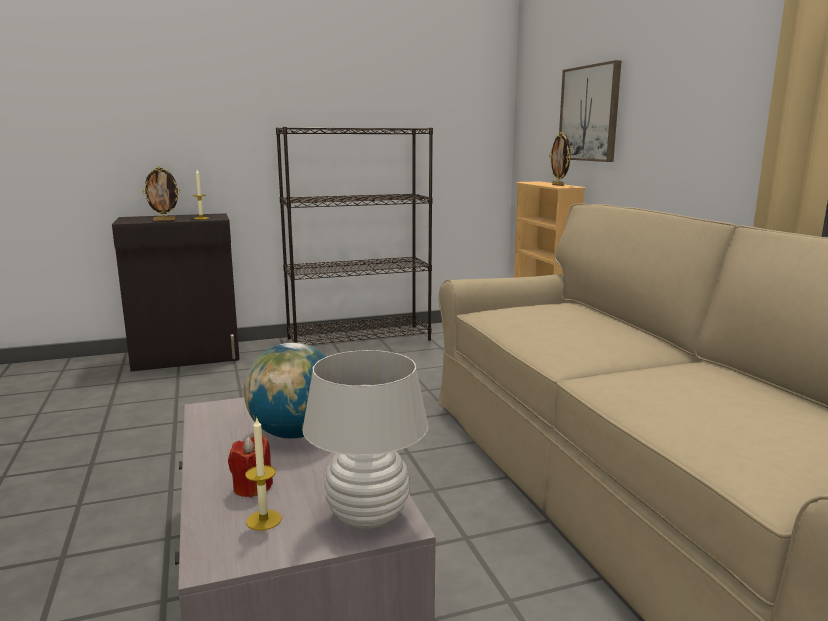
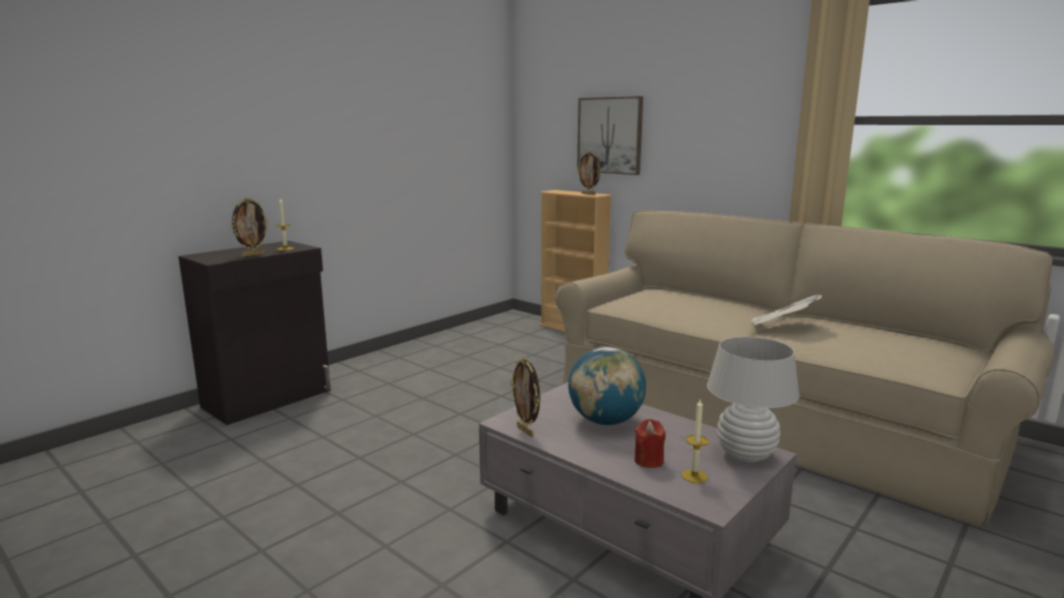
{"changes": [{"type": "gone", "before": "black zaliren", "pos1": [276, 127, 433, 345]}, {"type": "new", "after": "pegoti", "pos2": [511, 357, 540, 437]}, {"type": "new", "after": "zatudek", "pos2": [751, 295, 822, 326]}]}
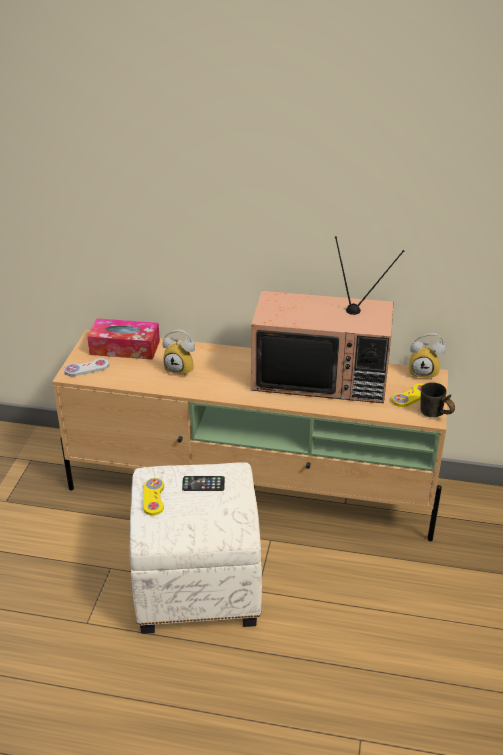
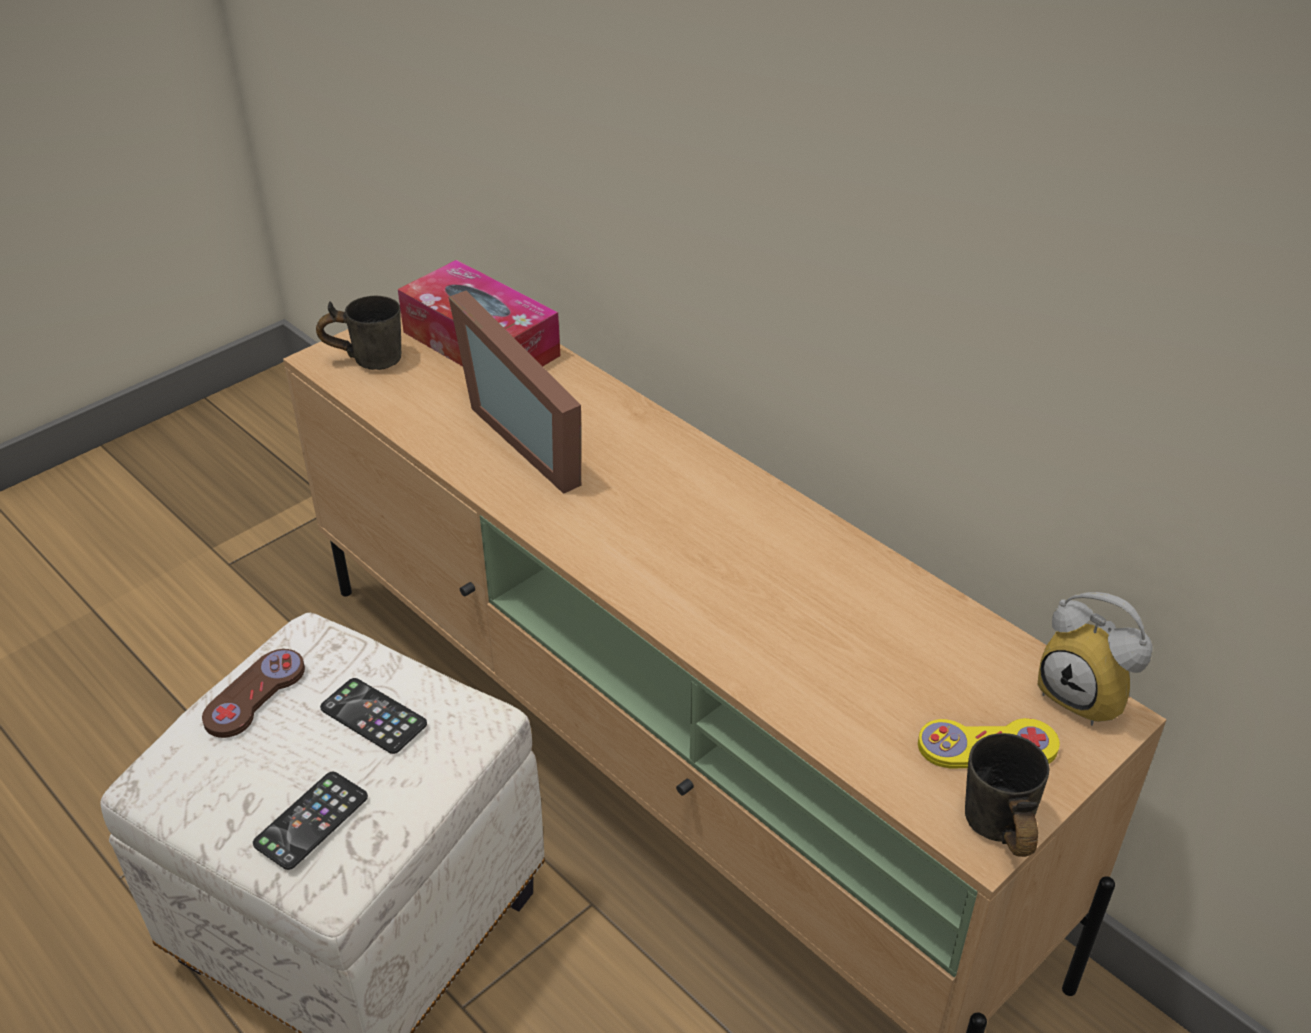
{"changes": [{"type": "gone", "before": "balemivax", "pos1": [251, 236, 404, 403]}, {"type": "new", "after": "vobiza", "pos2": [253, 772, 368, 870]}, {"type": "swapped", "before": "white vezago", "after": "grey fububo", "pos1": [64, 358, 109, 376], "pos2": [316, 296, 401, 370]}, {"type": "swapped", "before": "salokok", "after": "pegoti", "pos1": [162, 330, 195, 377], "pos2": [449, 290, 581, 494]}, {"type": "repainted", "before": "yellow vezago", "after": "brown vezago", "pos1": [143, 478, 164, 516], "pos2": [202, 649, 305, 738]}]}
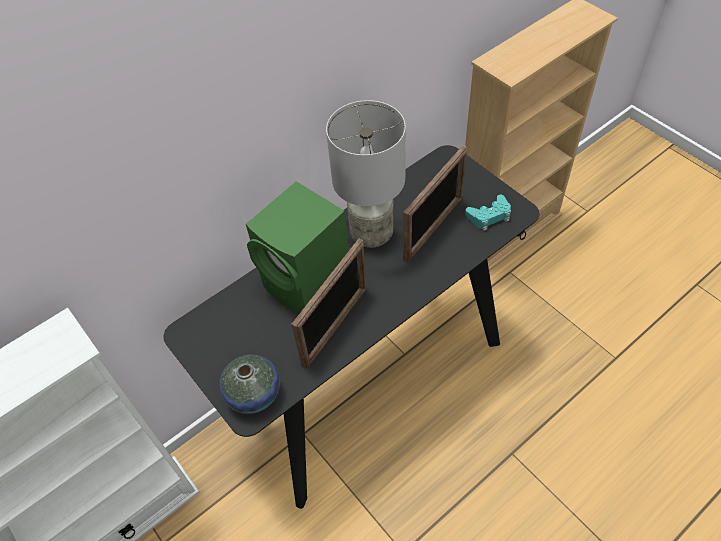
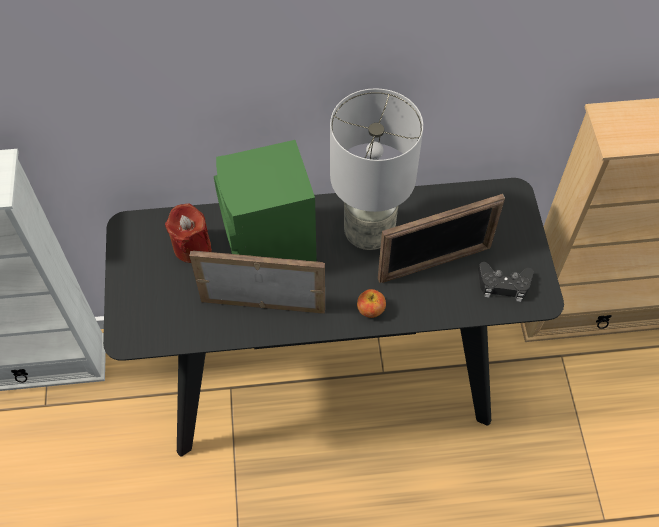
{"changes": [{"type": "gone", "before": "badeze", "pos1": [219, 355, 280, 414]}, {"type": "new", "after": "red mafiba", "pos2": [165, 203, 212, 263]}, {"type": "new", "after": "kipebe", "pos2": [357, 289, 386, 318]}, {"type": "repainted", "before": "turquoise vezago", "after": "black vezago", "pos1": [465, 195, 511, 231], "pos2": [478, 262, 534, 302]}, {"type": "rotated", "before": "pegoti", "pos1": [291, 238, 367, 369], "pos2": [190, 251, 325, 314], "turn": -150}]}
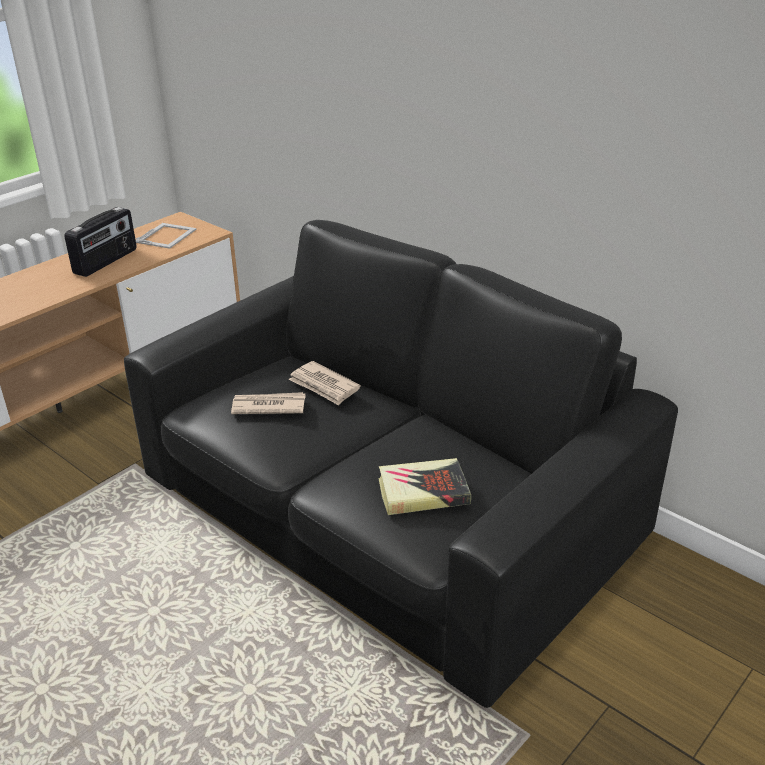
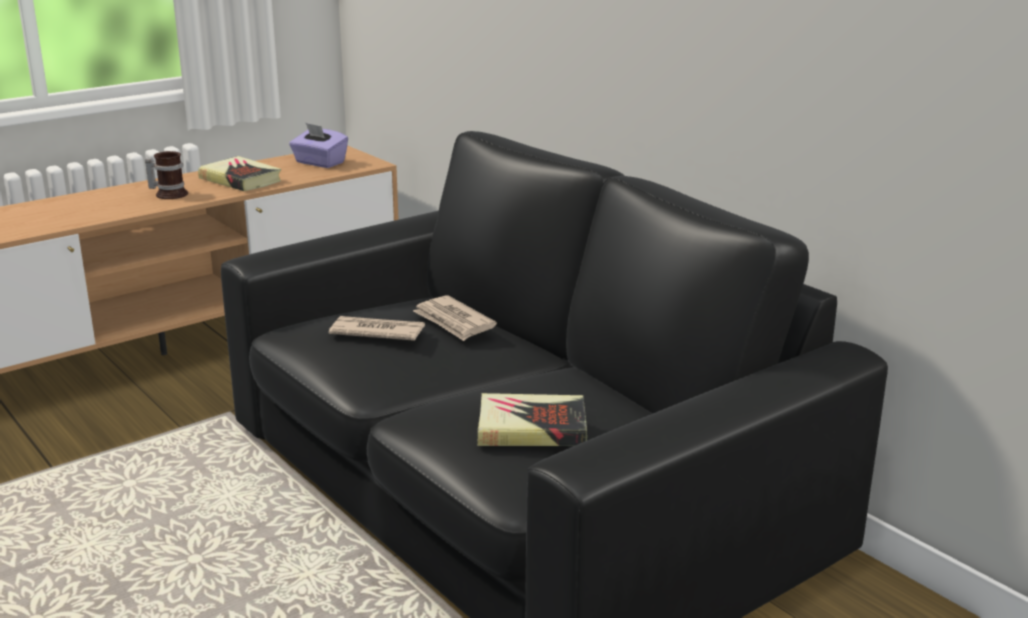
{"changes": [{"type": "new", "after": "fububo", "pos2": [145, 151, 188, 199]}, {"type": "swapped", "before": "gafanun", "after": "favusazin", "pos1": [64, 207, 136, 277], "pos2": [198, 156, 281, 191]}, {"type": "swapped", "before": "pegoti", "after": "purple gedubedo", "pos1": [135, 223, 196, 249], "pos2": [289, 123, 348, 168]}]}
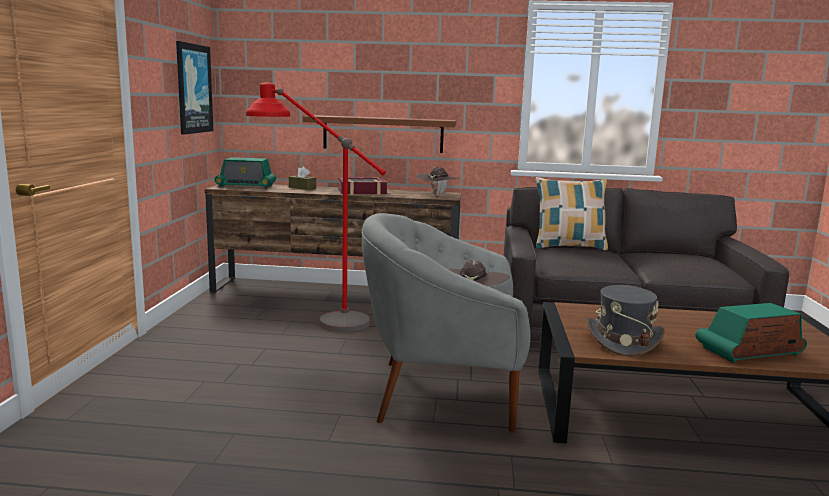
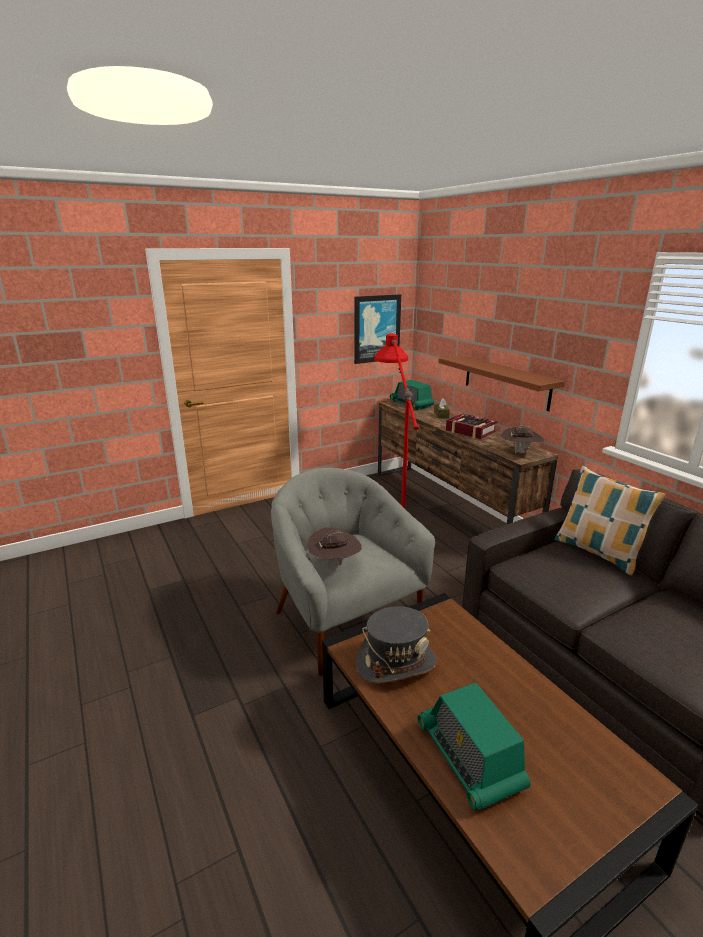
{"changes": [{"type": "rotated", "before": "gafanun", "pos1": [695, 303, 807, 363], "pos2": [417, 682, 530, 810], "turn": -150}]}
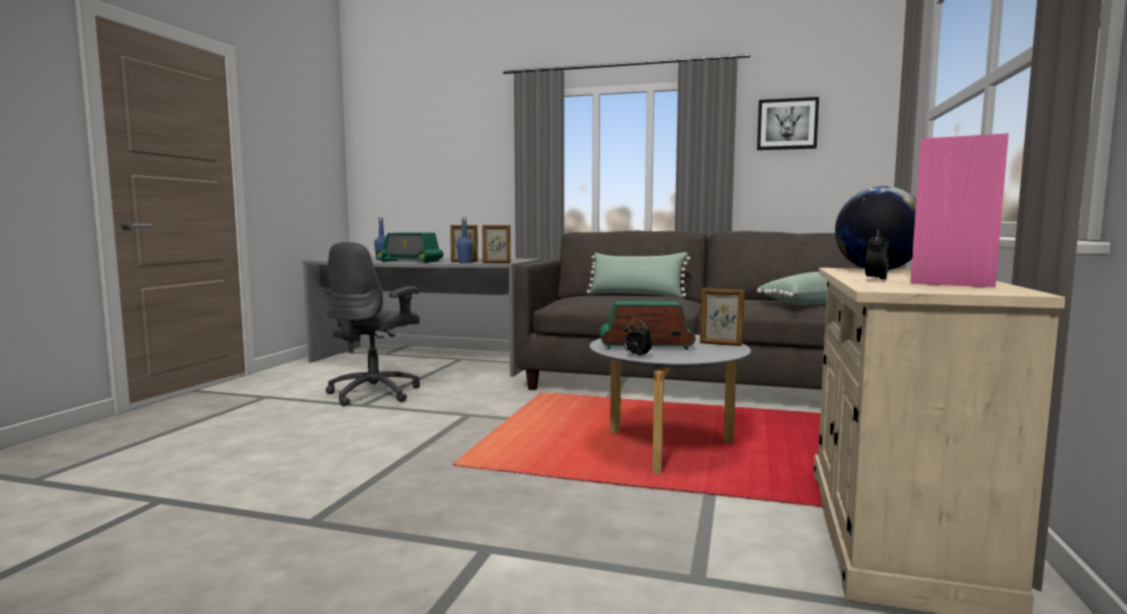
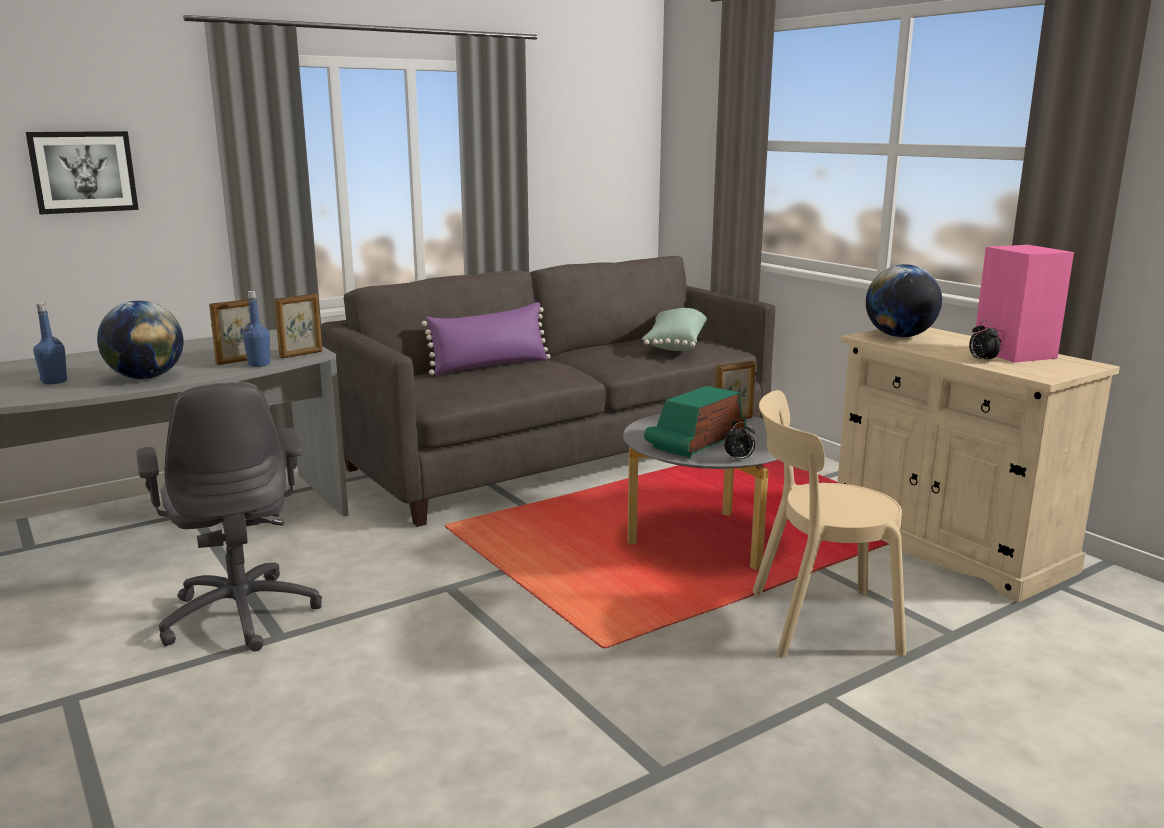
{"changes": [{"type": "new", "after": "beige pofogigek", "pos2": [752, 390, 906, 658]}, {"type": "shifted", "before": "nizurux", "pos1": [757, 97, 819, 150], "pos2": [26, 131, 139, 214]}, {"type": "swapped", "before": "gafanun", "after": "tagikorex", "pos1": [376, 232, 443, 263], "pos2": [97, 301, 184, 379]}, {"type": "repainted", "before": "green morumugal", "after": "purple morumugal", "pos1": [587, 252, 691, 298], "pos2": [422, 302, 550, 375]}]}
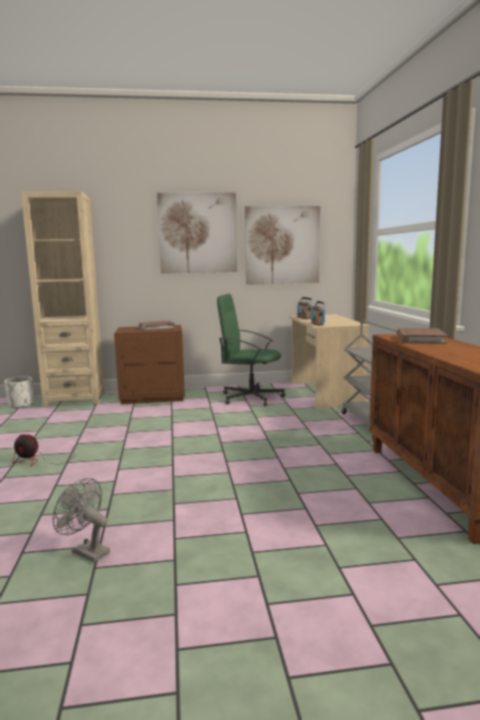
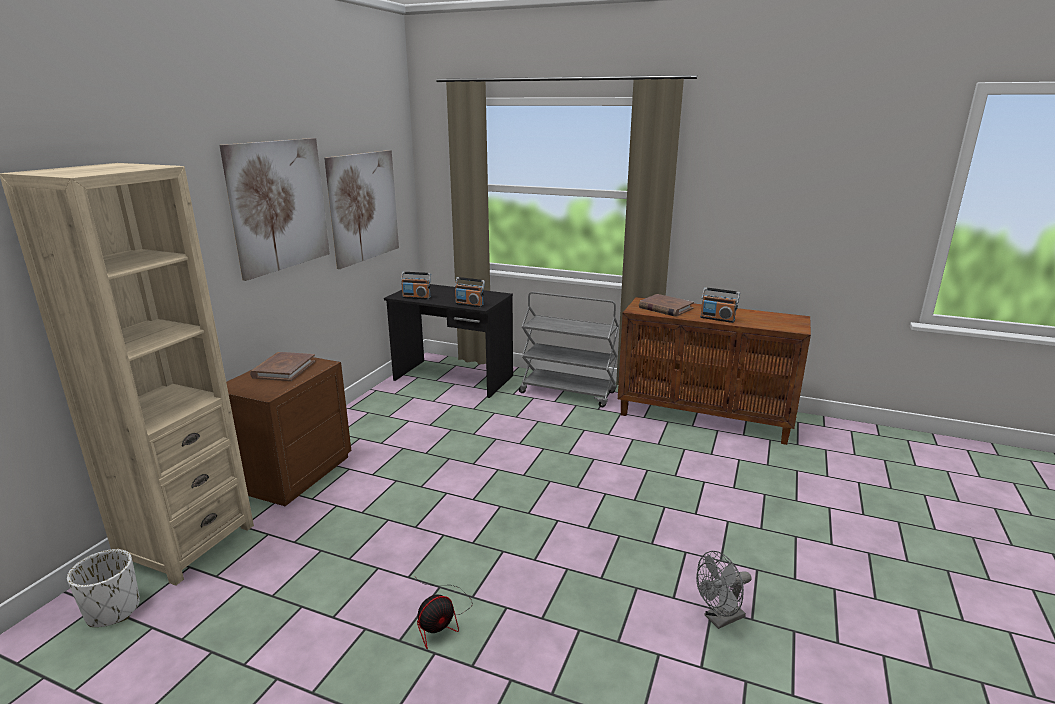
{"changes": [{"type": "gone", "before": "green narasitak", "pos1": [217, 294, 285, 406]}, {"type": "new", "after": "gafanun", "pos2": [700, 287, 740, 323]}, {"type": "repainted", "before": "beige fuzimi", "after": "black fuzimi", "pos1": [289, 314, 369, 408], "pos2": [384, 284, 513, 398]}]}
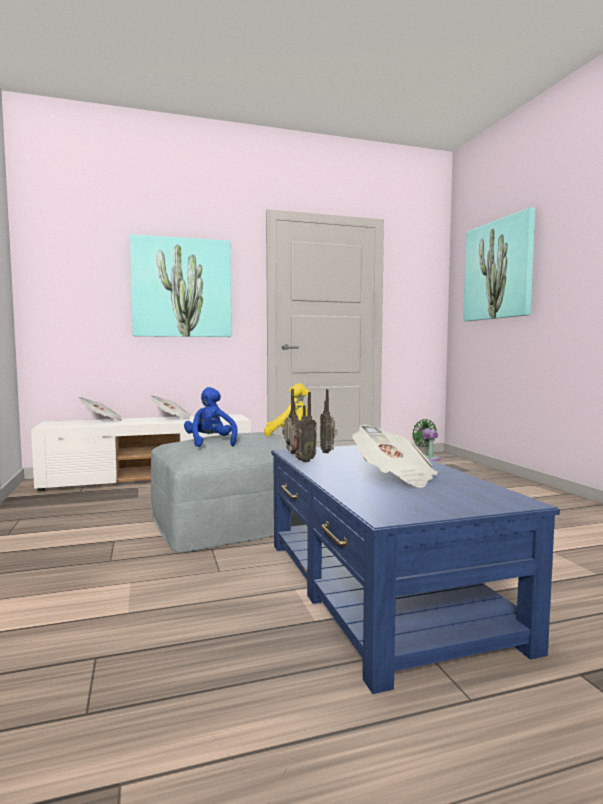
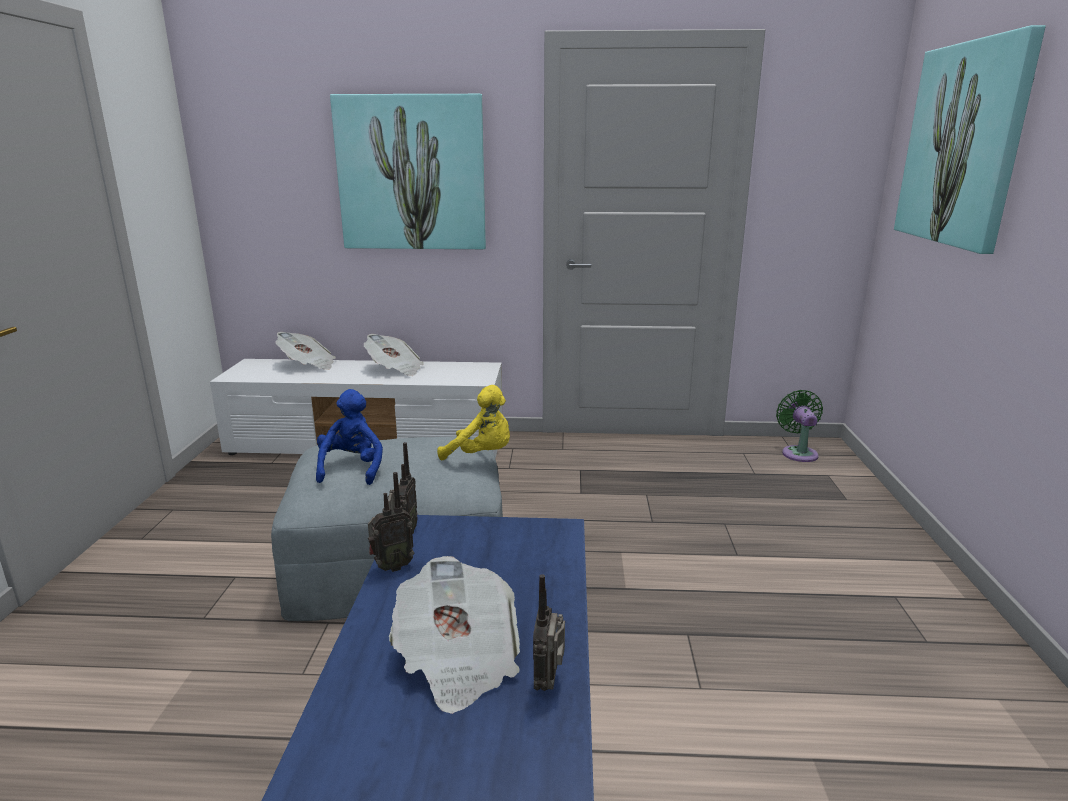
{"changes": [{"type": "shifted", "before": "gafanun", "pos1": [320, 389, 337, 453], "pos2": [533, 574, 565, 691]}]}
